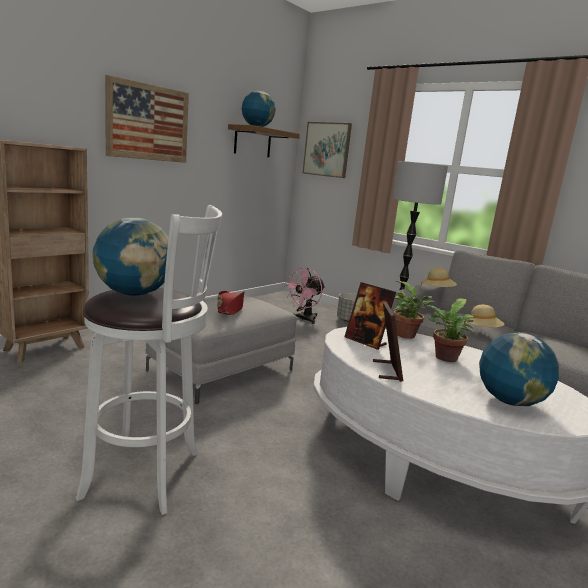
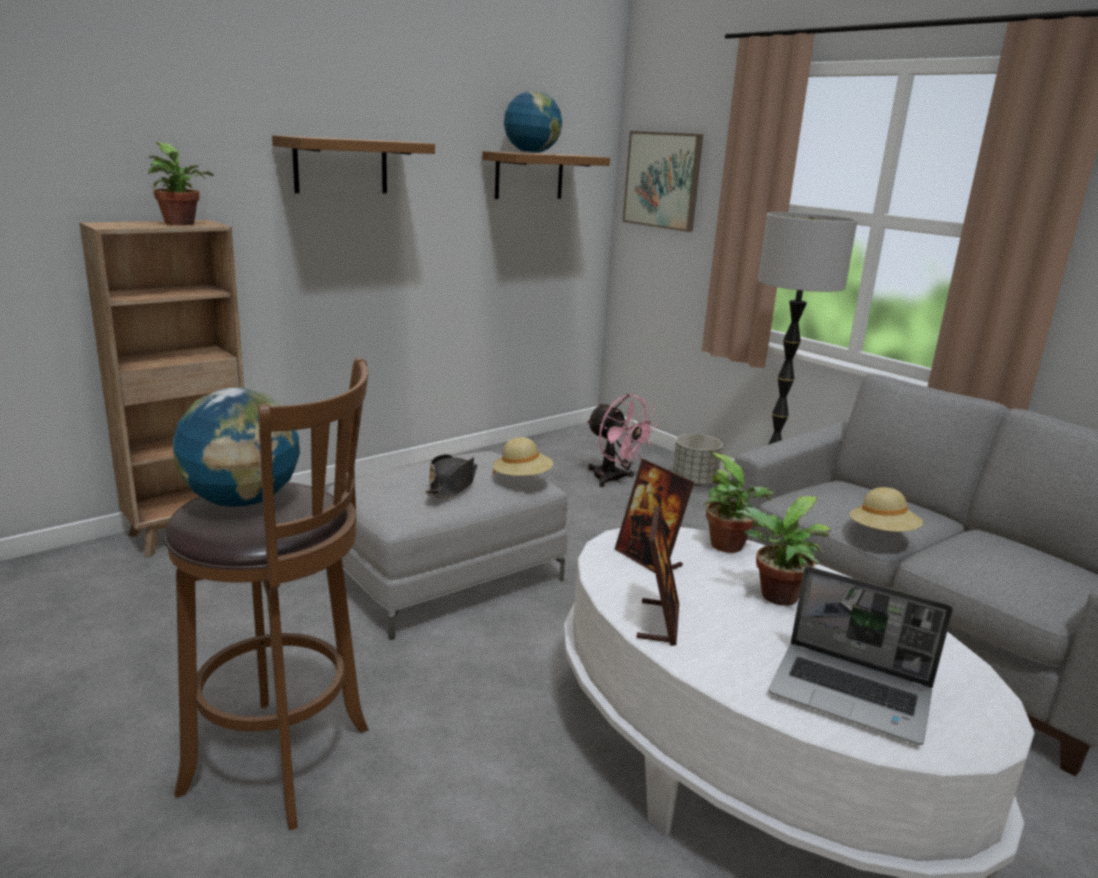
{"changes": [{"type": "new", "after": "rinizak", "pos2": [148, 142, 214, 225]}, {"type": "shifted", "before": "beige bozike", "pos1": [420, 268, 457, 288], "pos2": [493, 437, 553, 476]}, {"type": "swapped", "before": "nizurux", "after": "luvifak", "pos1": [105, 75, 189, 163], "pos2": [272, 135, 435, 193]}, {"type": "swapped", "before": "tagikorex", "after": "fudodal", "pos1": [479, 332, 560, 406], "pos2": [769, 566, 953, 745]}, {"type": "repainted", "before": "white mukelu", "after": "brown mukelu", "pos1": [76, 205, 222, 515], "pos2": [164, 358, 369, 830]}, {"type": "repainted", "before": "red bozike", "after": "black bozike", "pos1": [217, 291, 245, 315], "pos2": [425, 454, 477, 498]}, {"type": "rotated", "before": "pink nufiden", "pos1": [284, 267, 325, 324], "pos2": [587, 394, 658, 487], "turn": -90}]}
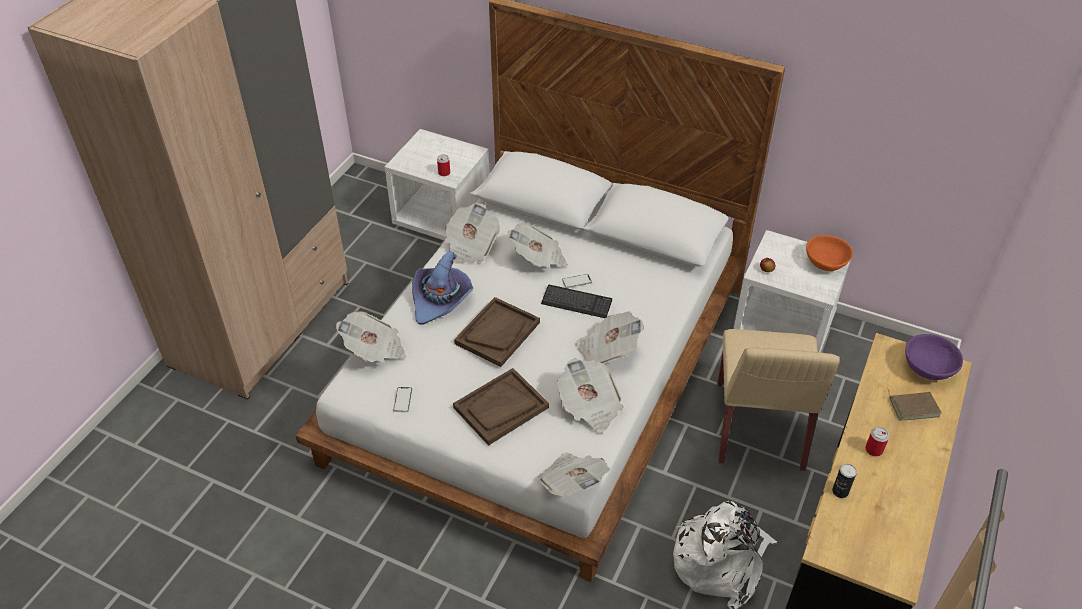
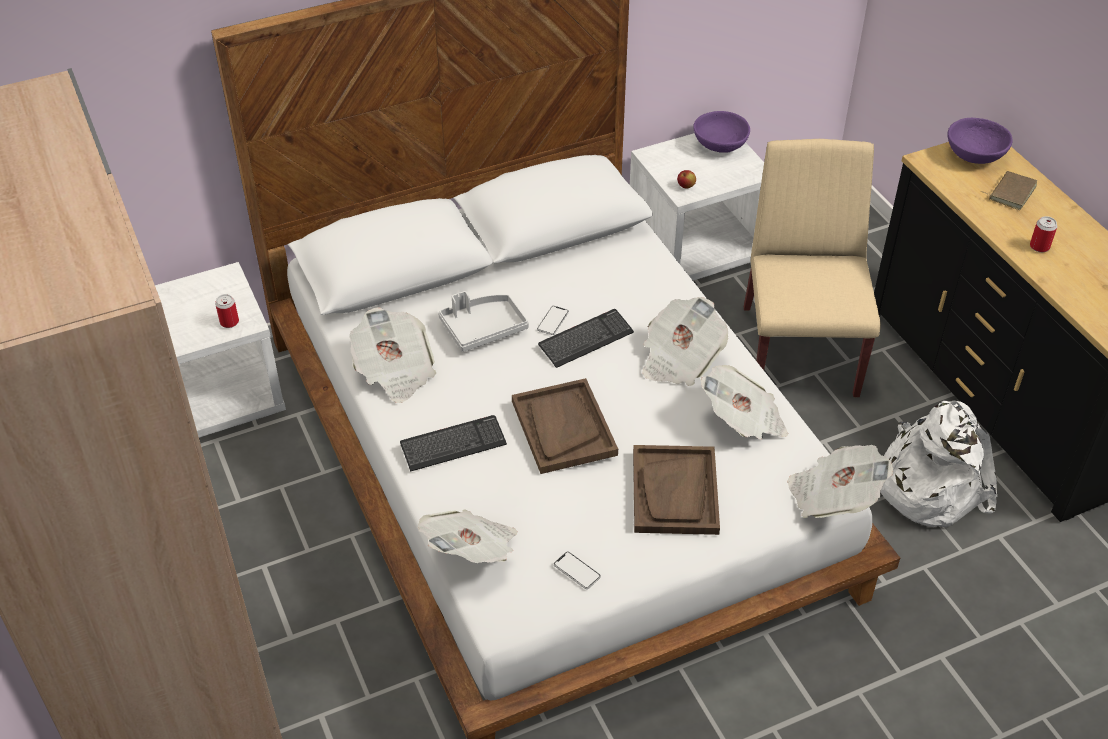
{"changes": [{"type": "gone", "before": "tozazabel", "pos1": [832, 464, 857, 498]}, {"type": "swapped", "before": "purple bozike", "after": "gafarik", "pos1": [412, 251, 473, 325], "pos2": [400, 415, 507, 471]}, {"type": "swapped", "before": "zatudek", "after": "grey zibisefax", "pos1": [508, 223, 568, 268], "pos2": [438, 291, 529, 352]}, {"type": "repainted", "before": "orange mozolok", "after": "purple mozolok", "pos1": [806, 235, 853, 271], "pos2": [693, 111, 750, 153]}, {"type": "rotated", "before": "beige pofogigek", "pos1": [717, 329, 840, 471], "pos2": [744, 139, 881, 398], "turn": -135}]}
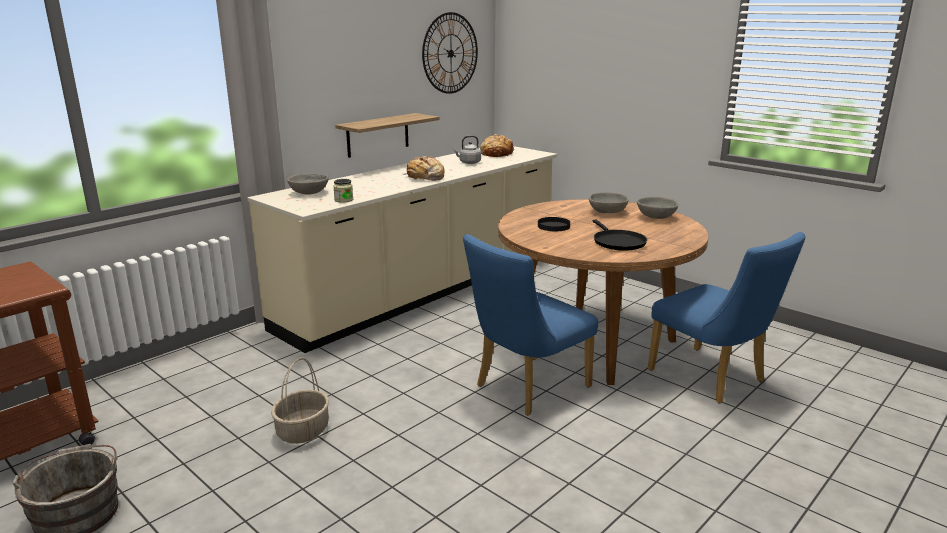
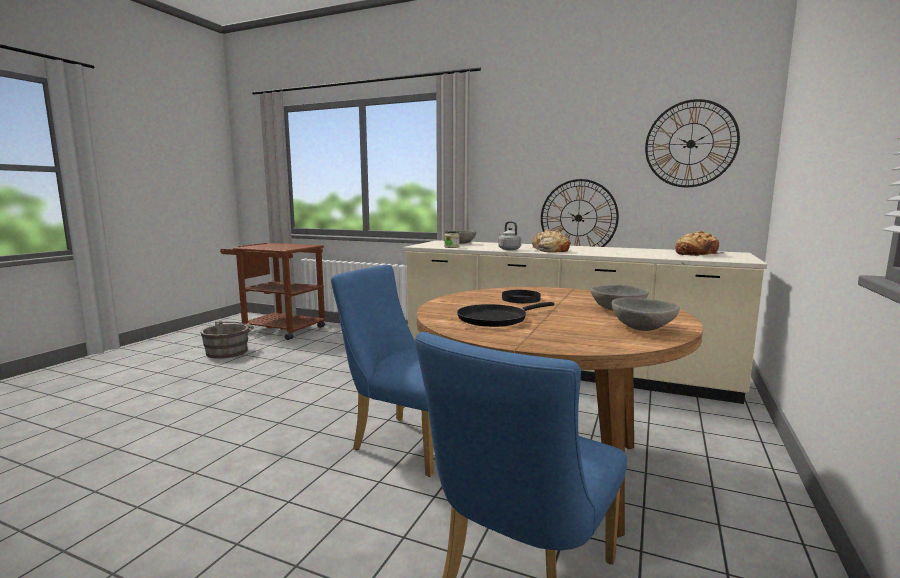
{"changes": [{"type": "gone", "before": "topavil", "pos1": [271, 358, 329, 444]}, {"type": "shifted", "before": "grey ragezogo", "pos1": [453, 135, 481, 164], "pos2": [498, 221, 521, 250]}, {"type": "swapped", "before": "luvifak", "after": "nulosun", "pos1": [335, 113, 439, 158], "pos2": [541, 179, 619, 247]}]}
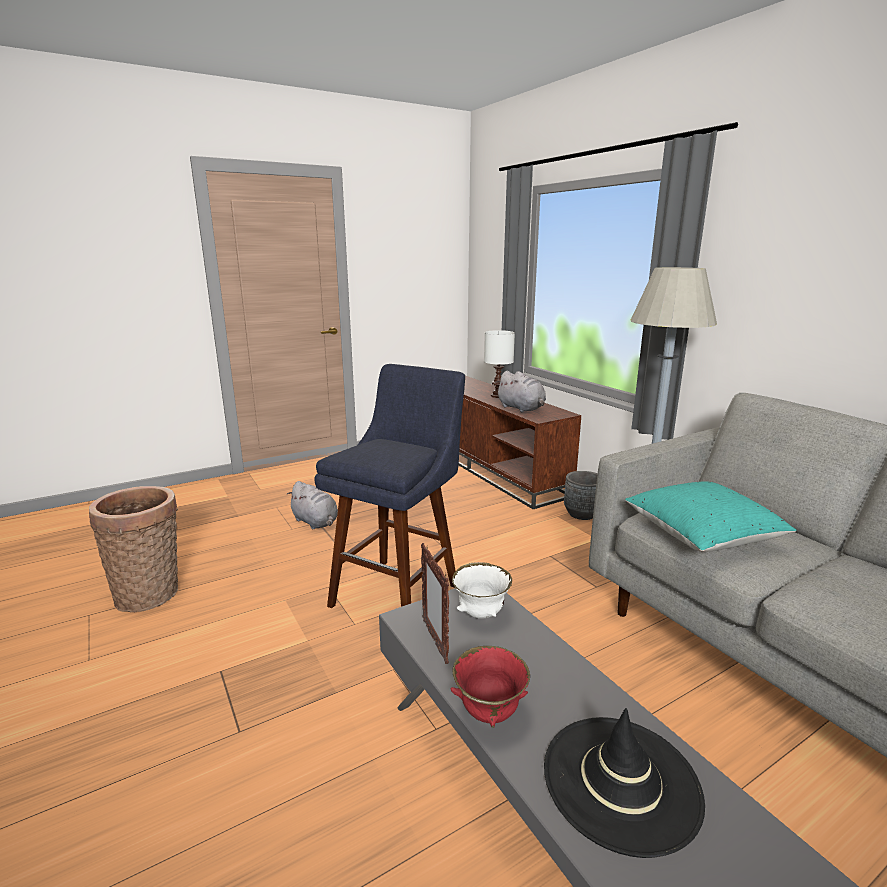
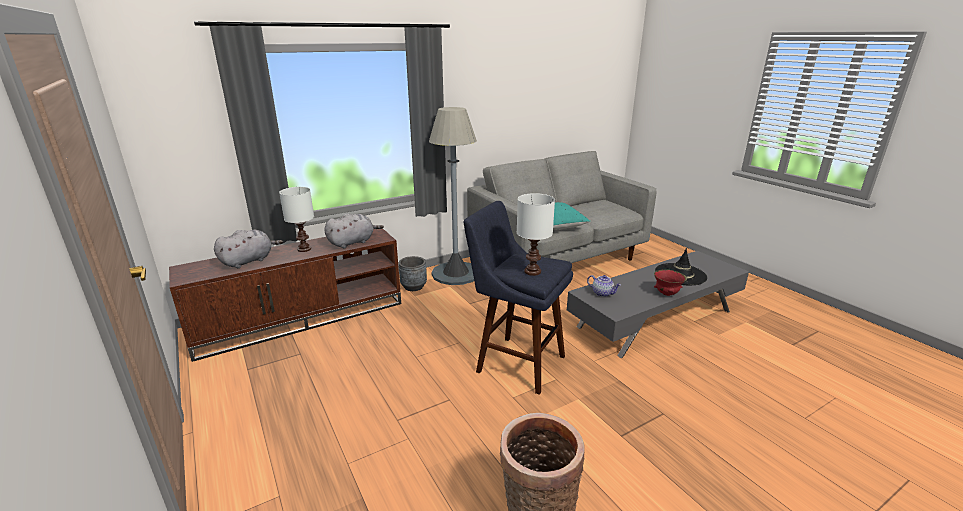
{"changes": [{"type": "gone", "before": "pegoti", "pos1": [421, 543, 449, 664]}, {"type": "new", "after": "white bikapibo", "pos2": [517, 193, 555, 276]}, {"type": "shifted", "before": "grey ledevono", "pos1": [287, 481, 338, 529], "pos2": [214, 230, 283, 268]}, {"type": "swapped", "before": "white mozolok", "after": "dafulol", "pos1": [452, 562, 512, 619], "pos2": [587, 275, 621, 297]}]}
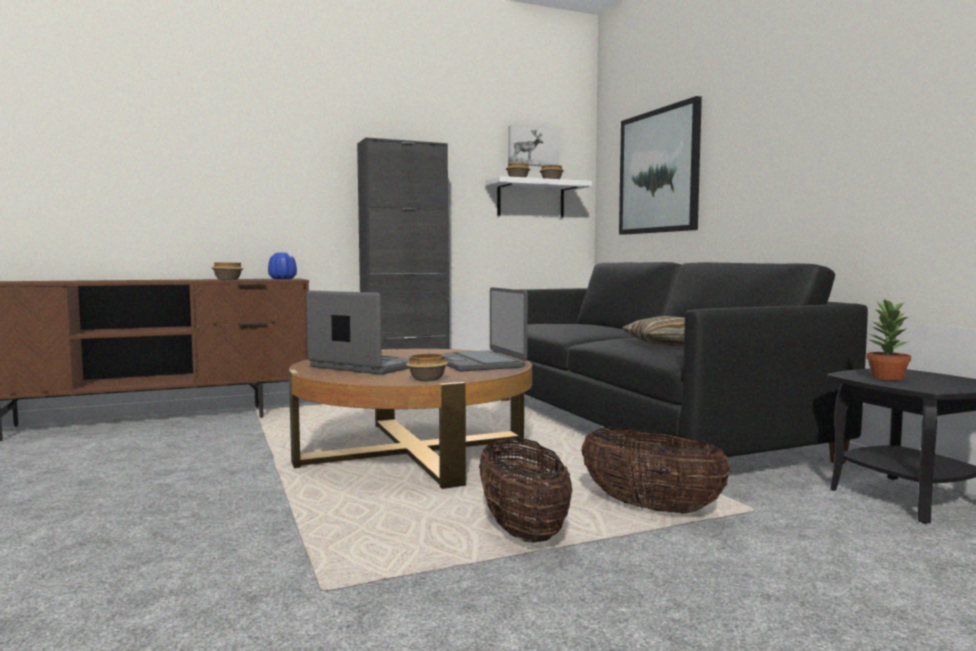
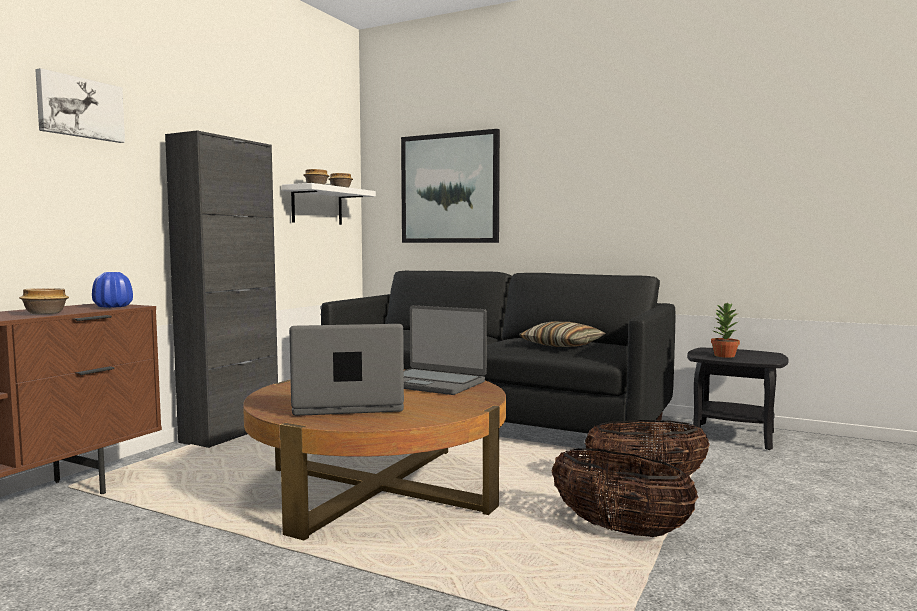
{"changes": [{"type": "gone", "before": "mozolok", "pos1": [406, 353, 448, 381]}, {"type": "shifted", "before": "nizurux", "pos1": [508, 125, 559, 166], "pos2": [35, 68, 125, 143]}]}
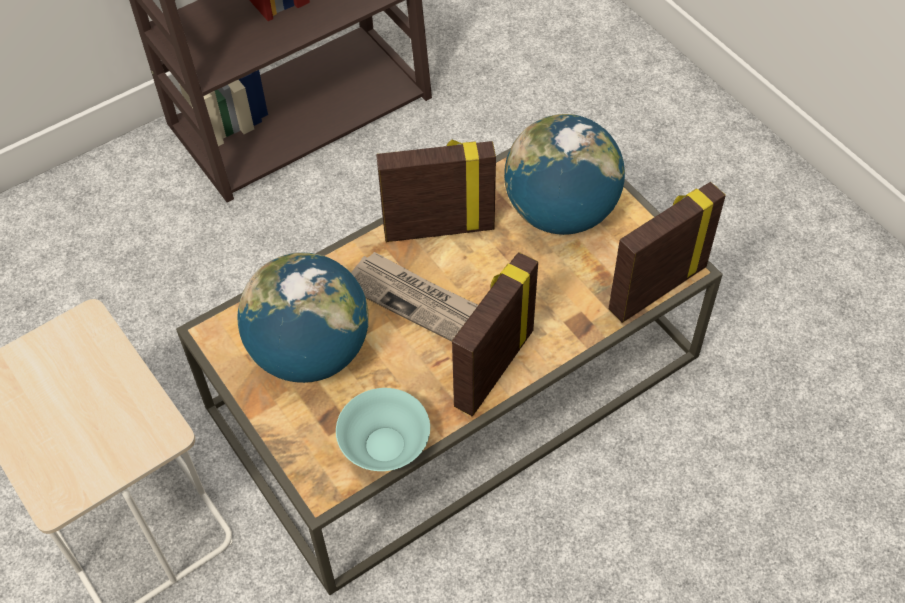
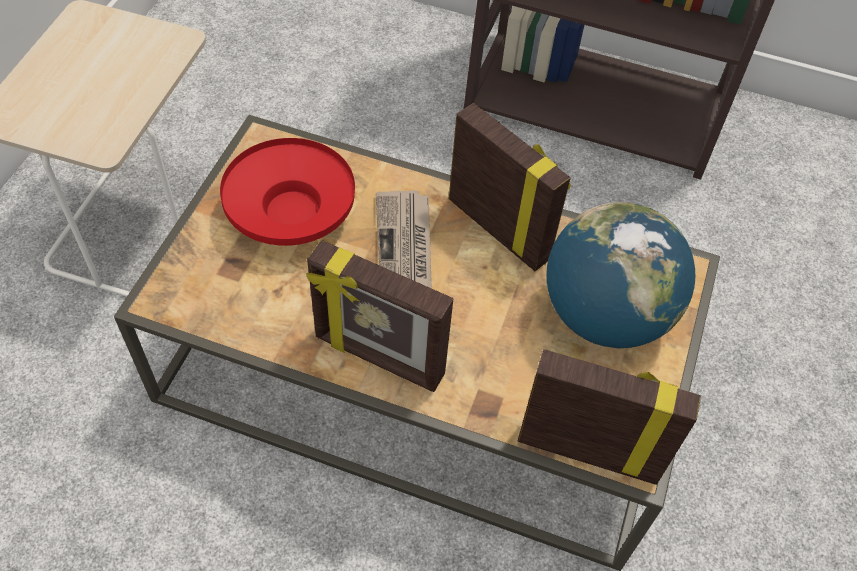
{"changes": [{"type": "gone", "before": "turquoise mozolok", "pos1": [336, 388, 430, 471]}, {"type": "swapped", "before": "tagikorex", "after": "red mozolok", "pos1": [238, 253, 369, 383], "pos2": [220, 138, 355, 246]}, {"type": "rotated", "before": "pegoti", "pos1": [452, 252, 538, 417], "pos2": [306, 240, 453, 392], "turn": -150}]}
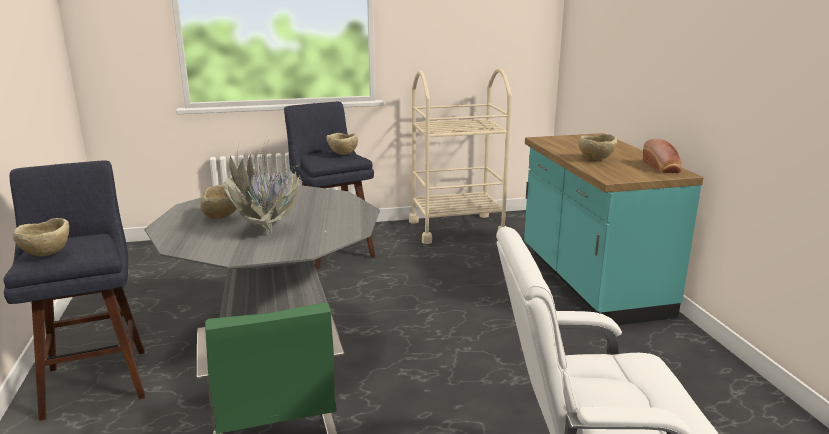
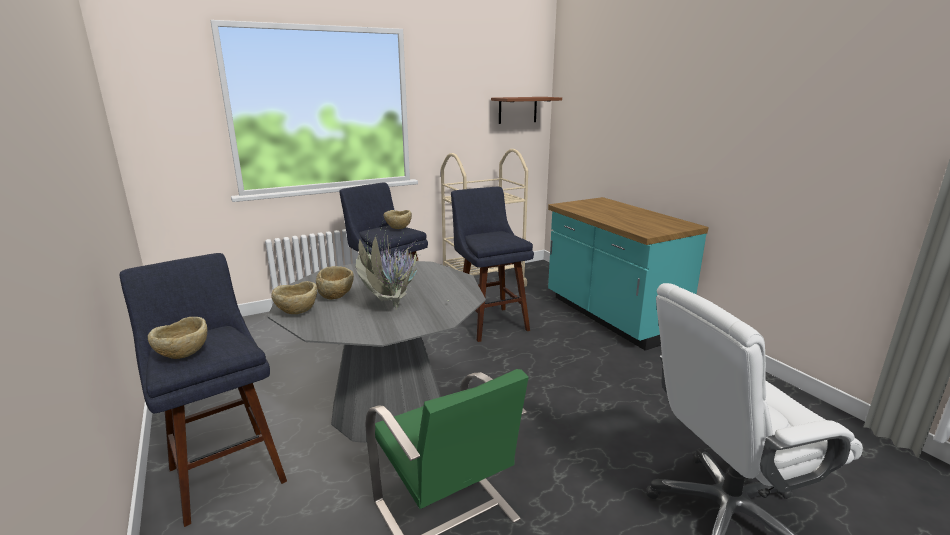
{"changes": [{"type": "gone", "before": "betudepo", "pos1": [643, 139, 682, 173]}, {"type": "new", "after": "blue mukelu", "pos2": [451, 187, 534, 342]}, {"type": "new", "after": "brown luvifak", "pos2": [491, 97, 562, 124]}, {"type": "shifted", "before": "beige mozolok", "pos1": [579, 134, 617, 160], "pos2": [271, 281, 317, 314]}]}
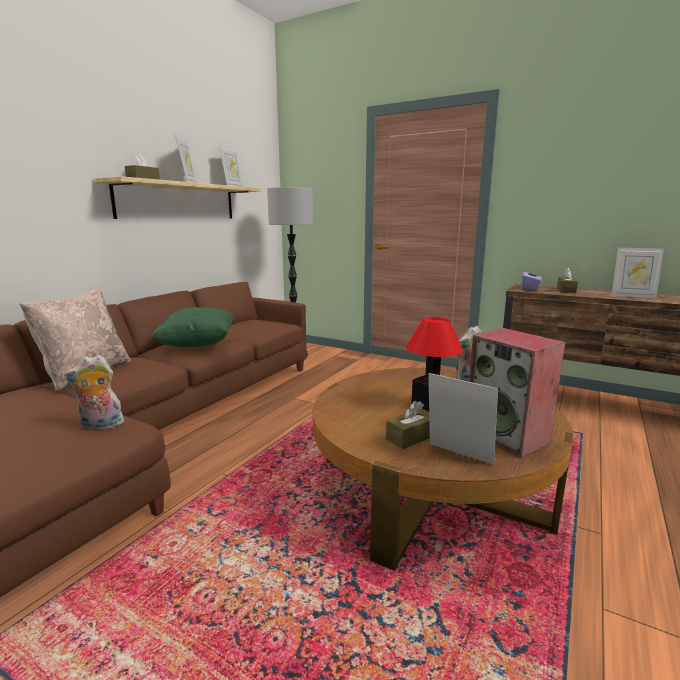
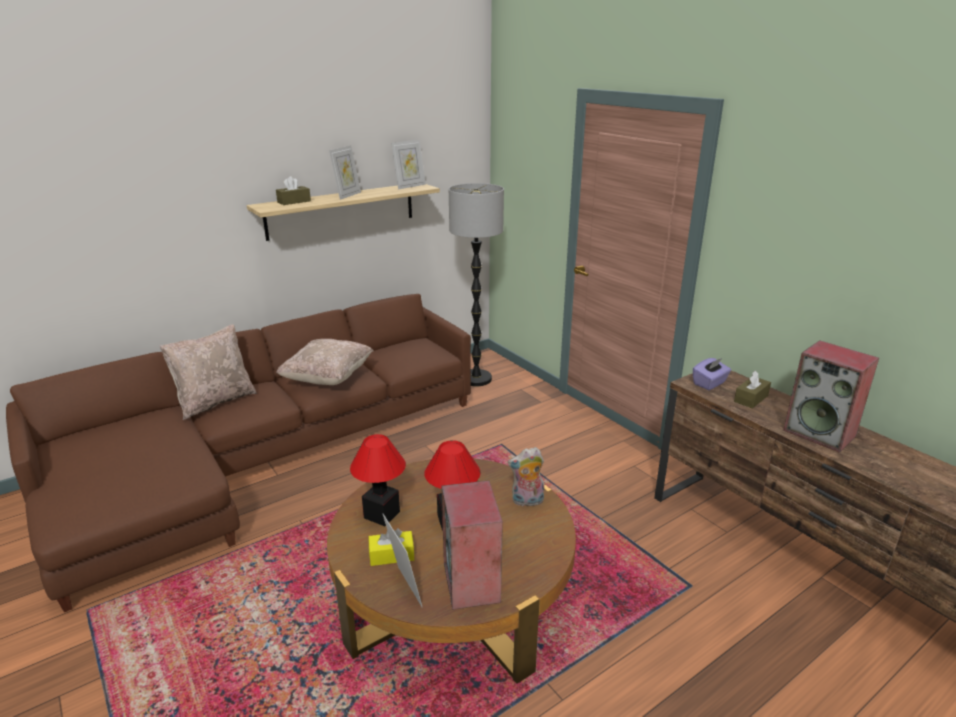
{"changes": [{"type": "gone", "before": "ledevono", "pos1": [64, 355, 124, 431]}, {"type": "new", "after": "bikapibo", "pos2": [350, 434, 406, 526]}, {"type": "swapped", "before": "pegoti", "after": "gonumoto", "pos1": [611, 248, 664, 298], "pos2": [783, 340, 879, 453]}, {"type": "repainted", "before": "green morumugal", "after": "beige morumugal", "pos1": [151, 307, 235, 347], "pos2": [276, 339, 373, 385]}, {"type": "repainted", "before": "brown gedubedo", "after": "yellow gedubedo", "pos1": [386, 401, 430, 449], "pos2": [369, 528, 414, 566]}]}
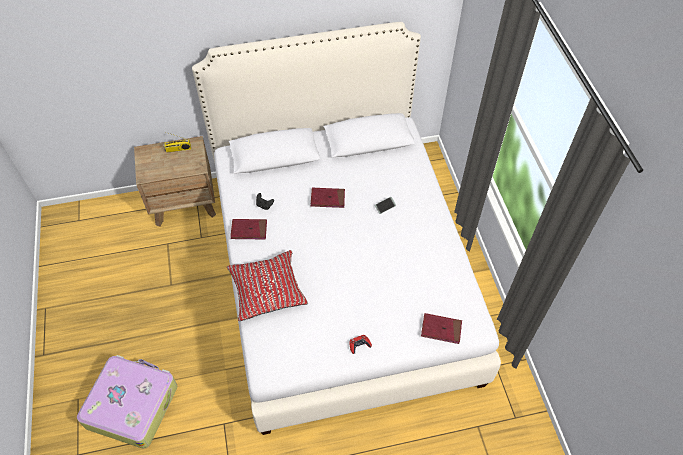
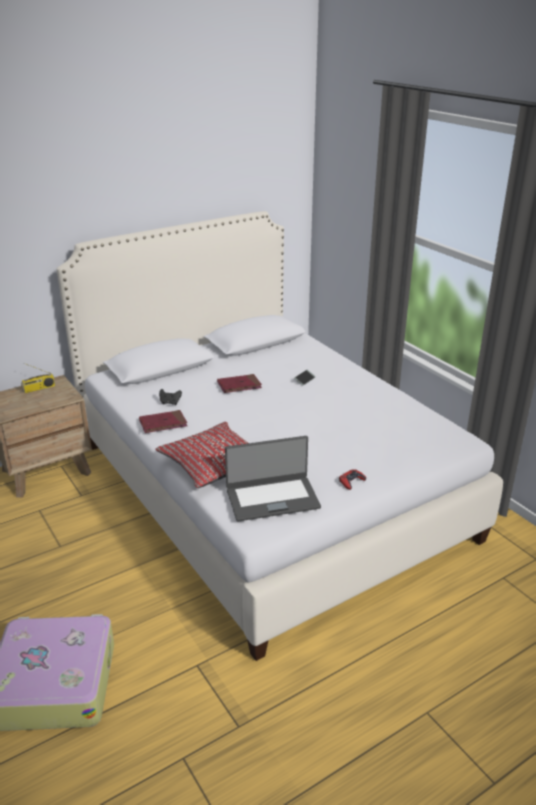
{"changes": [{"type": "gone", "before": "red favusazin", "pos1": [421, 313, 462, 344]}, {"type": "new", "after": "fudodal", "pos2": [225, 436, 321, 521]}]}
